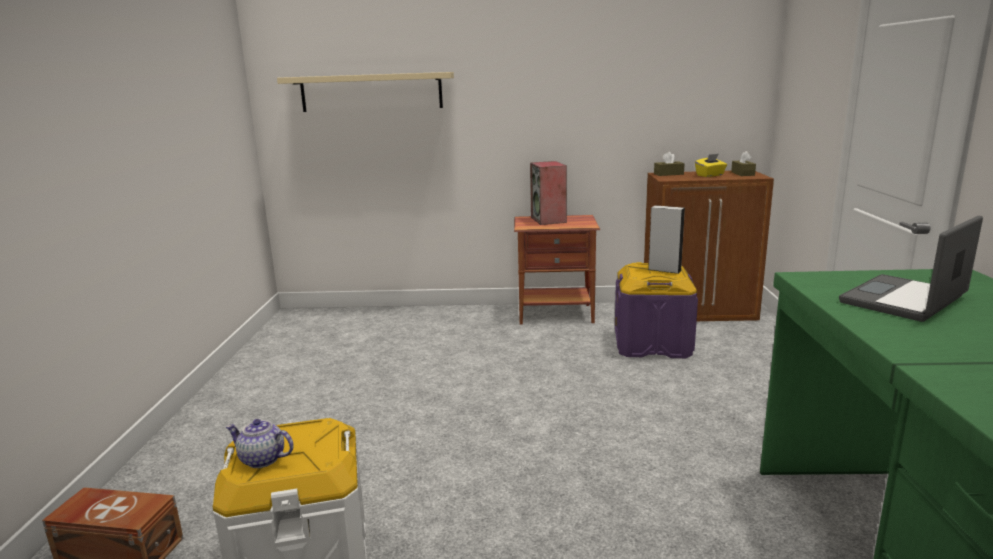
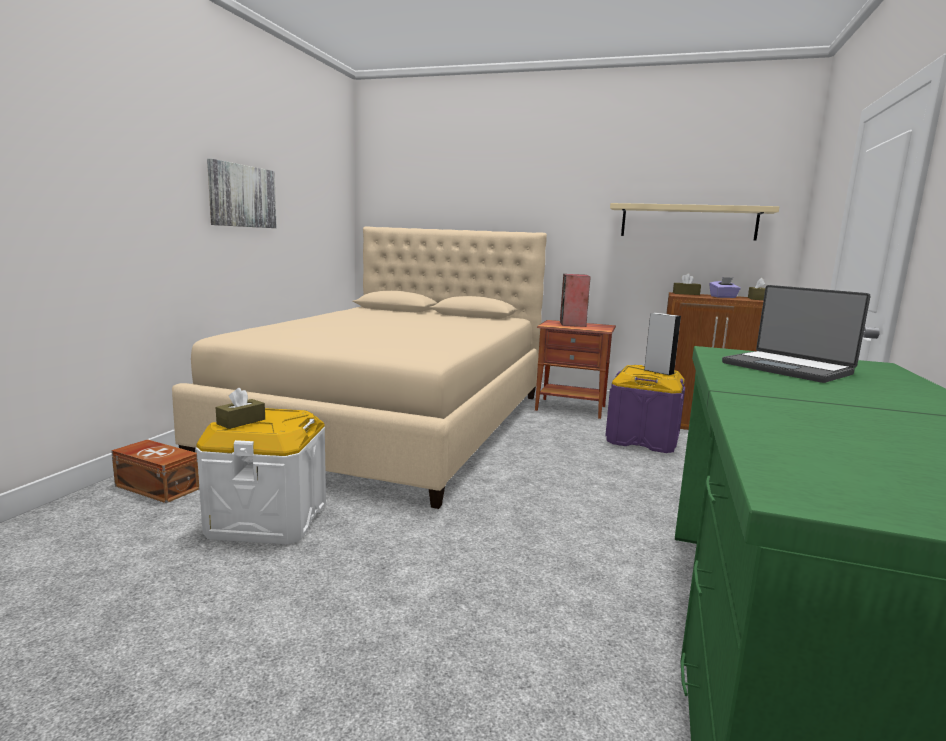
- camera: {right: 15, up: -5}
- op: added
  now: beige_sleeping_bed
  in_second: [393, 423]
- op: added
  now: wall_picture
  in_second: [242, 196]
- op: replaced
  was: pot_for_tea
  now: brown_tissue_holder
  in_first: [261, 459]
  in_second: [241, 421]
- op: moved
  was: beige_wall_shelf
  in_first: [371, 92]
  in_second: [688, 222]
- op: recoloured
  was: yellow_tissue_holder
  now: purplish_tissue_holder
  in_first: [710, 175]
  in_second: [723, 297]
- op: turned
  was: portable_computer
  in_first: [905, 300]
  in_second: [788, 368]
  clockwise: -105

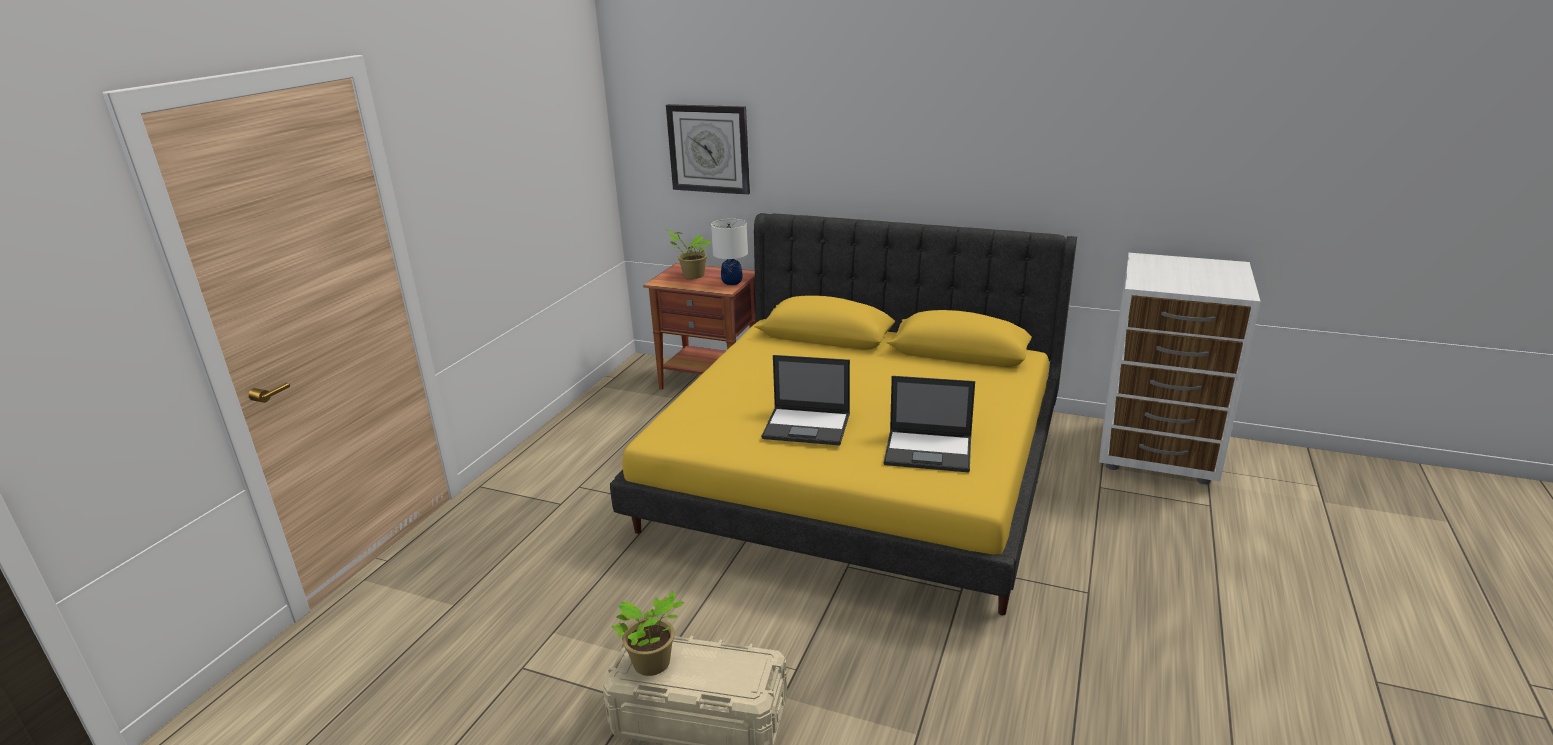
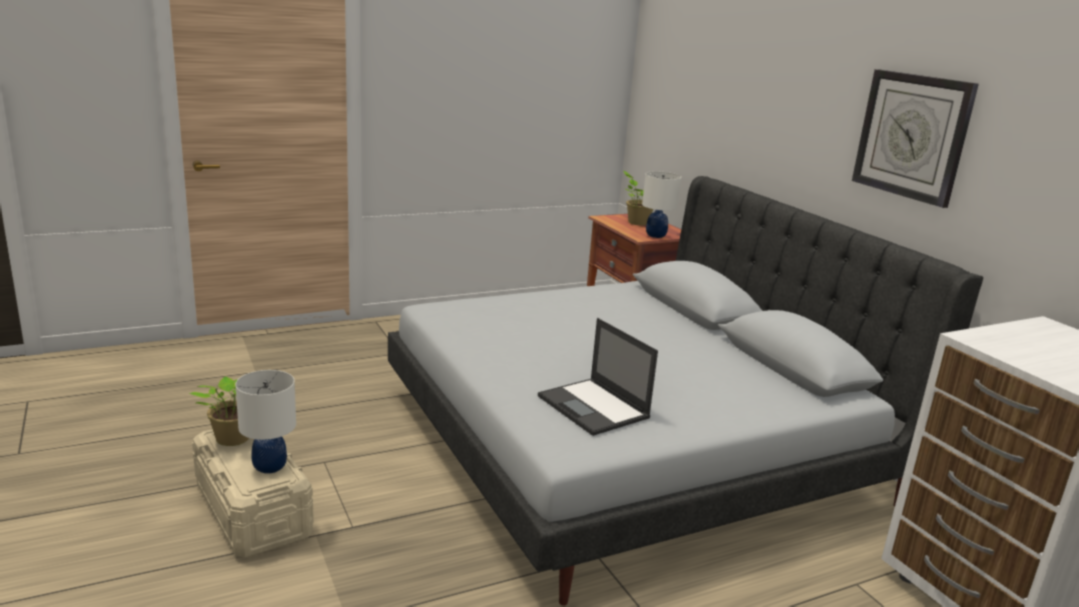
- camera: {right: 40, up: -5}
- op: added
  now: white_lamp_for_a_table
  in_second: [271, 467]
- op: recoloured
  was: yellow_sleeping_bed
  now: grey_sleeping_bed
  in_first: [859, 473]
  in_second: [632, 444]
- op: moved
  was: clock_on_the_wall
  in_first: [709, 149]
  in_second: [912, 136]
- op: removed
  was: portable_computer
  in_first: [808, 426]

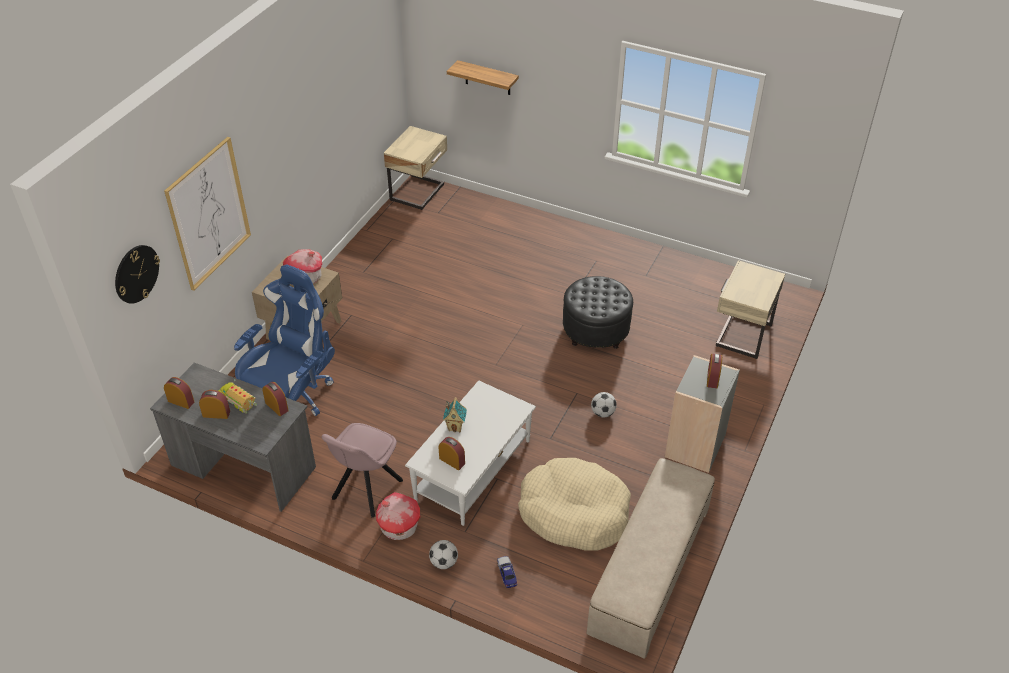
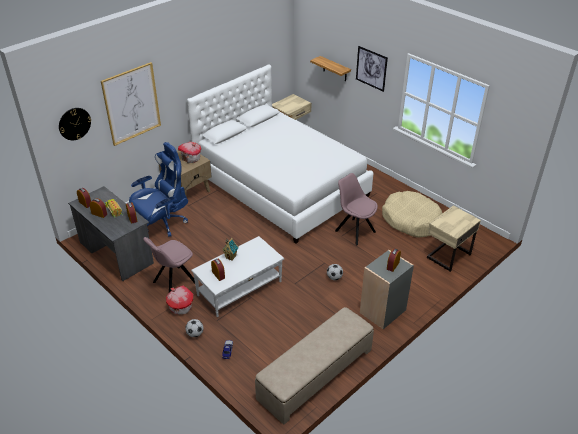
- camera: {right: 20, up: -5}
- op: added
  now: white_sleeping_bed
  in_second: [280, 185]
- op: replaced
  was: black-coloured_pouffe
  now: pink_upright_chair
  in_first: [595, 331]
  in_second: [354, 231]
- op: added
  now: wall_picture
  in_second: [371, 68]
- op: moved
  was: beige_dog_bed
  in_first: [574, 513]
  in_second: [411, 220]

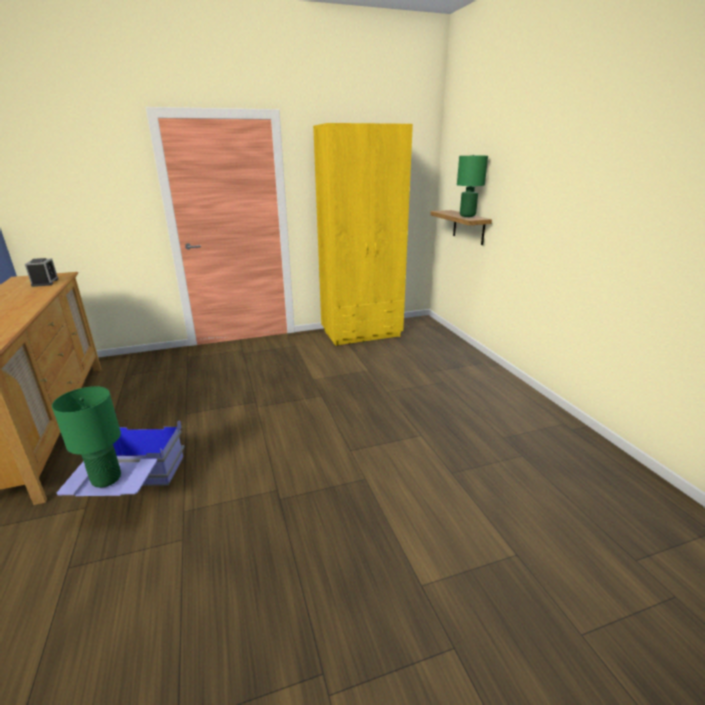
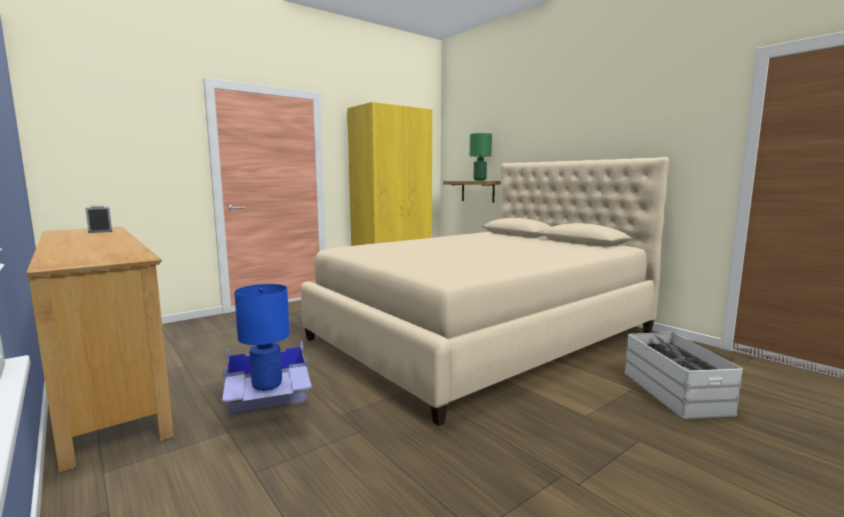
- camera: {right: -20, up: -15}
- op: recoloured
  was: green_lamp_for_a_table
  now: bluish_lamp_for_a_table
  in_first: [107, 480]
  in_second: [267, 386]
- op: added
  now: beige_sleeping_bed
  in_second: [483, 335]
- op: added
  now: grey_storage_container
  in_second: [673, 391]

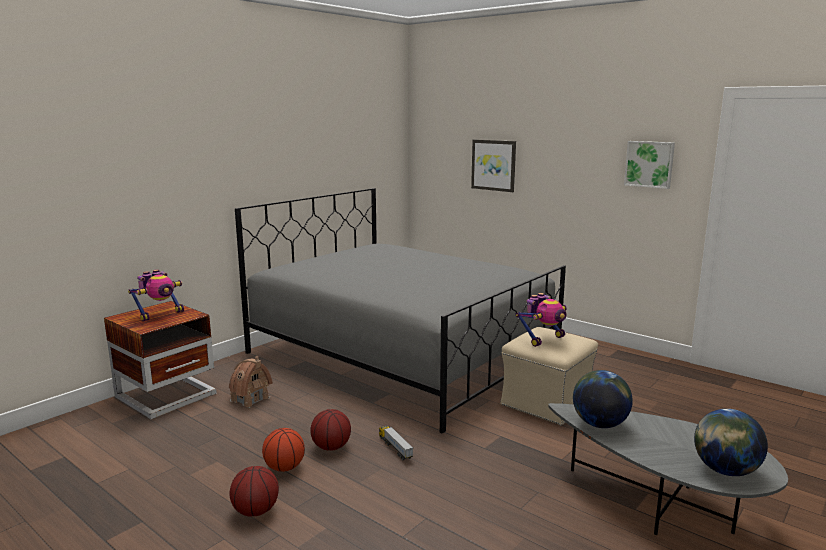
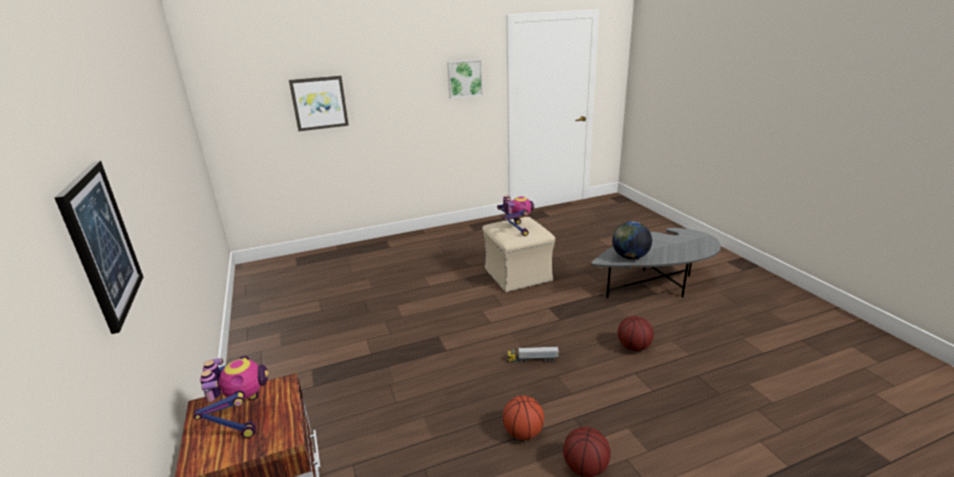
- camera: {right: -60, up: 10}
- op: added
  now: wall_picture
  in_second: [102, 244]
- op: moved
  was: basketball_ball
  in_first: [331, 447]
  in_second: [634, 347]
- op: removed
  was: toy_house
  in_first: [250, 399]
- op: removed
  was: grey_sleeping_bed
  in_first: [400, 355]
- op: removed
  was: globe
  in_first: [725, 470]

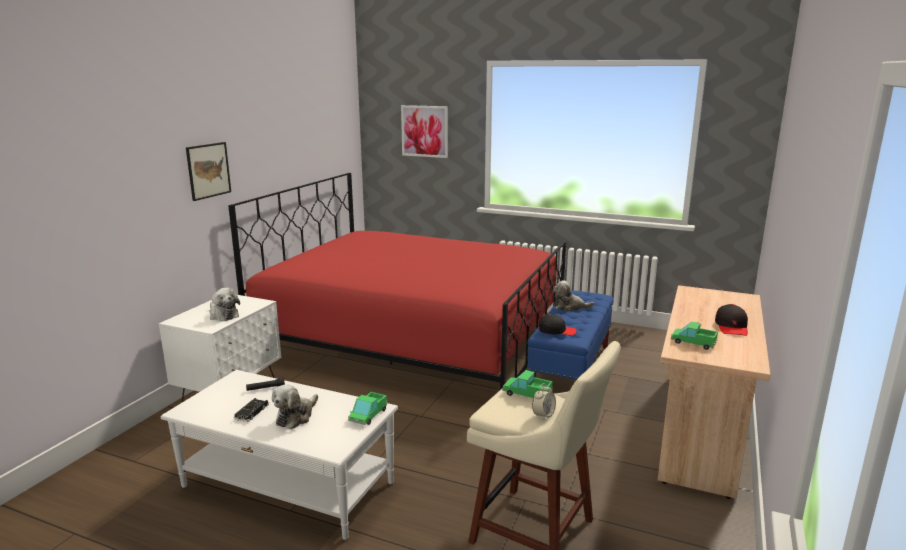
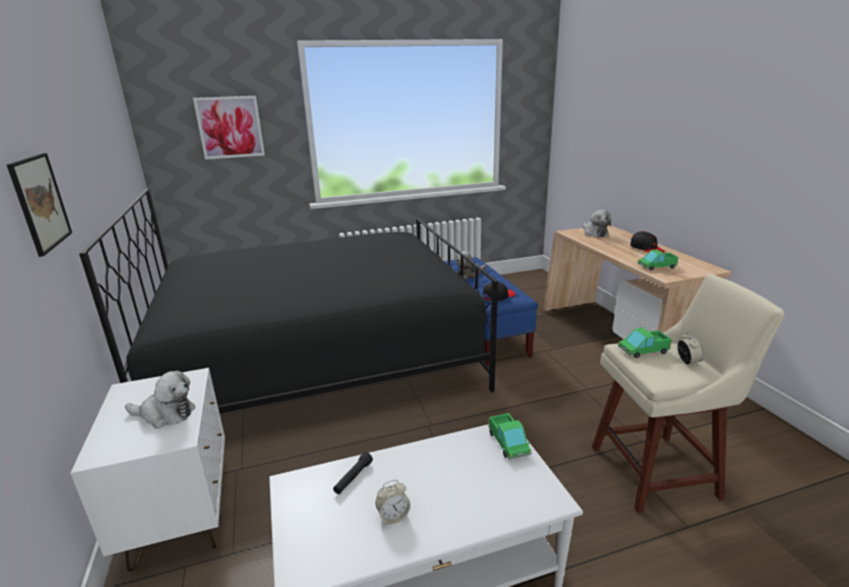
- camera: {right: -40, up: 5}
- op: recoloured
  was: red-coloured_sleeping_bed
  now: black-coloured_sleeping_bed
  in_first: [412, 344]
  in_second: [319, 361]
- op: replaced
  was: black-coloured_miniature_car
  now: bedside_clock
  in_first: [252, 413]
  in_second: [393, 516]
- op: moved
  was: soft_toy
  in_first: [296, 416]
  in_second: [594, 233]

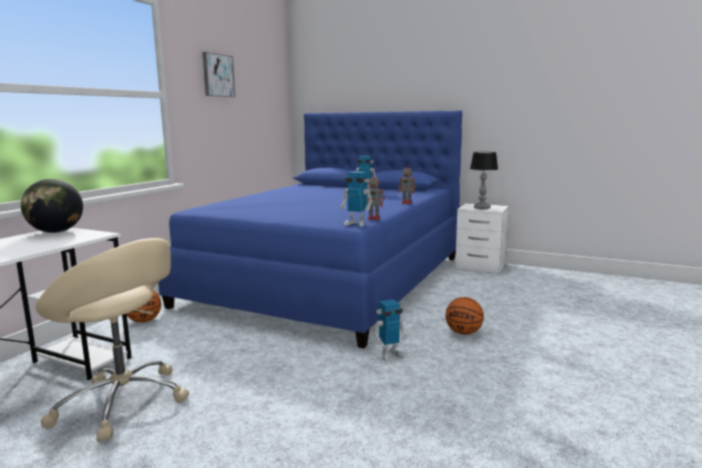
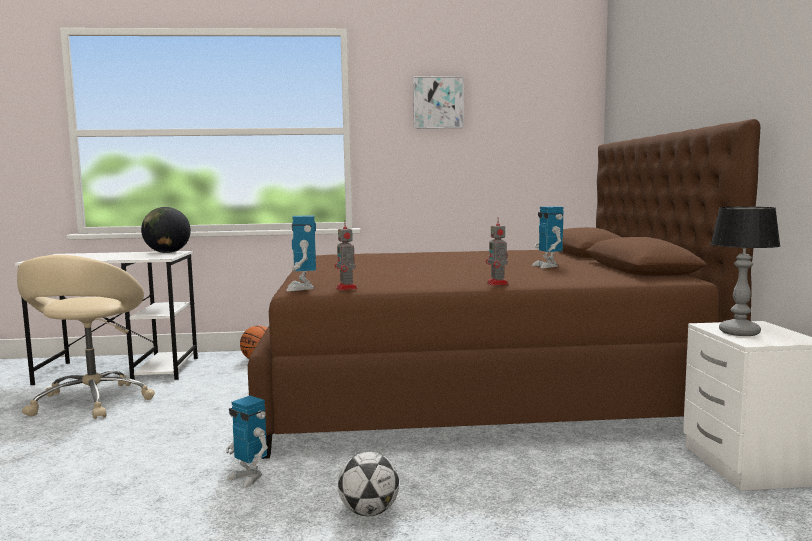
- camera: {right: 60, up: -5}
- op: recoloured
  was: bluish_sleeping_bed
  now: brown_sleeping_bed
  in_first: [330, 280]
  in_second: [473, 388]
- op: replaced
  was: basketball_ball
  now: ball_for_football
  in_first: [463, 333]
  in_second: [369, 512]

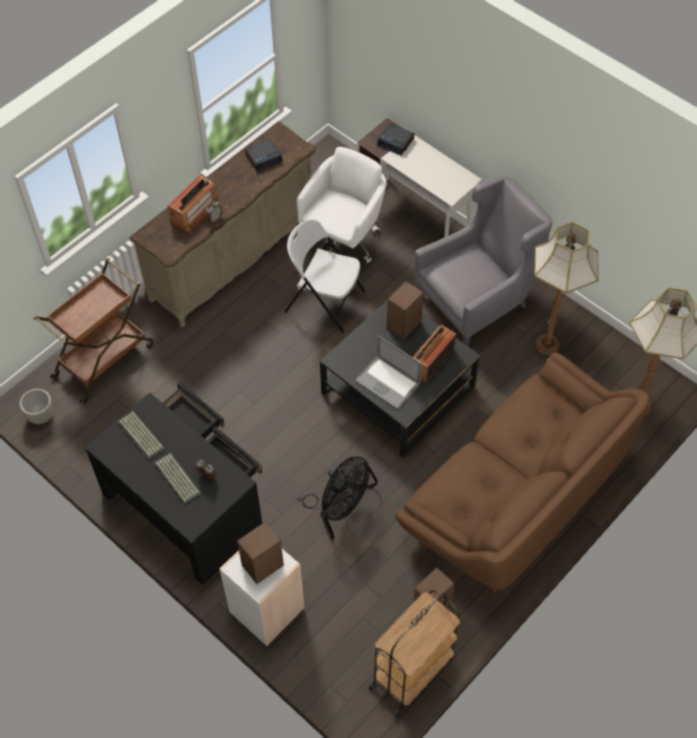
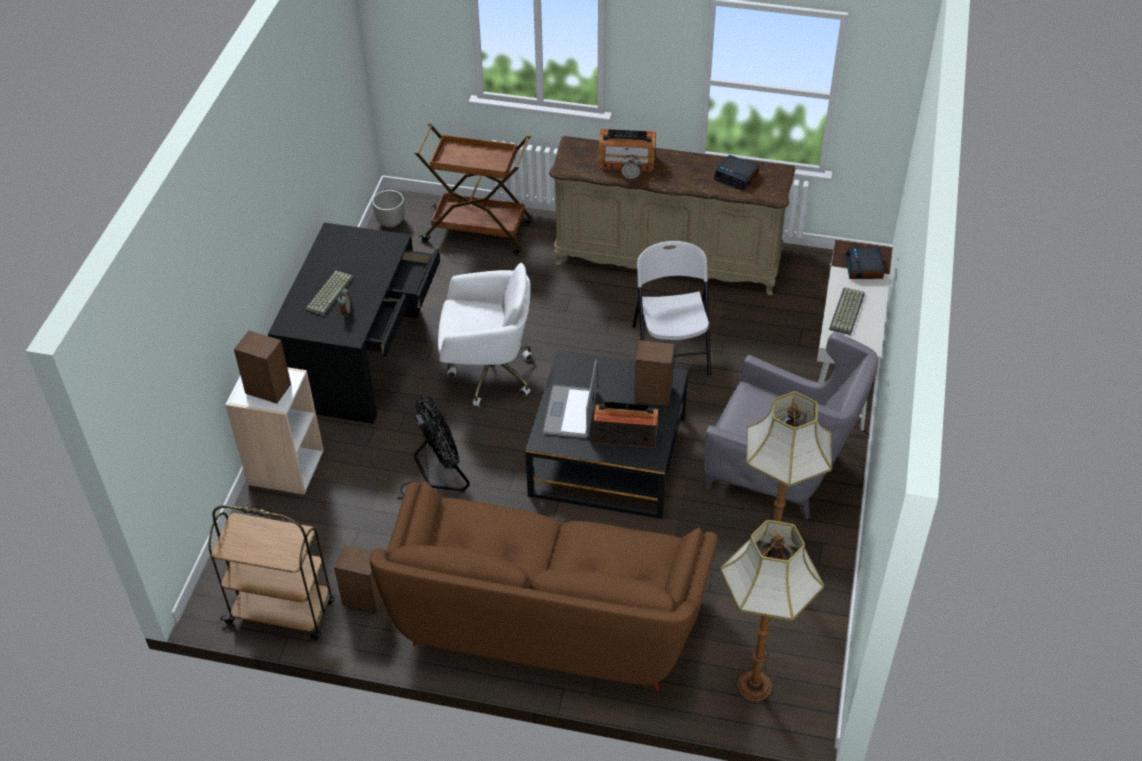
- camera: {right: 60, up: -10}
- op: turned
  was: black-coloured_electric_fan
  in_first: [338, 506]
  in_second: [434, 470]
  clockwise: -120
- op: moved
  was: white_computer_chair
  in_first: [344, 244]
  in_second: [488, 375]
- op: moved
  was: PC_keyboard
  in_first: [142, 435]
  in_second: [847, 312]

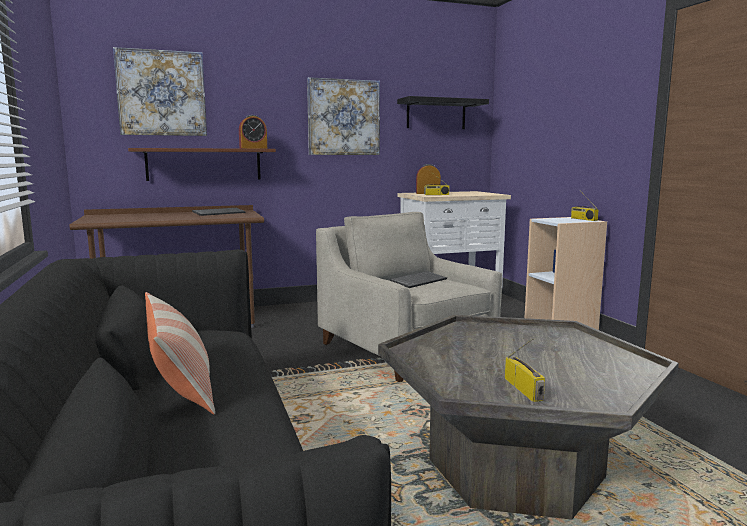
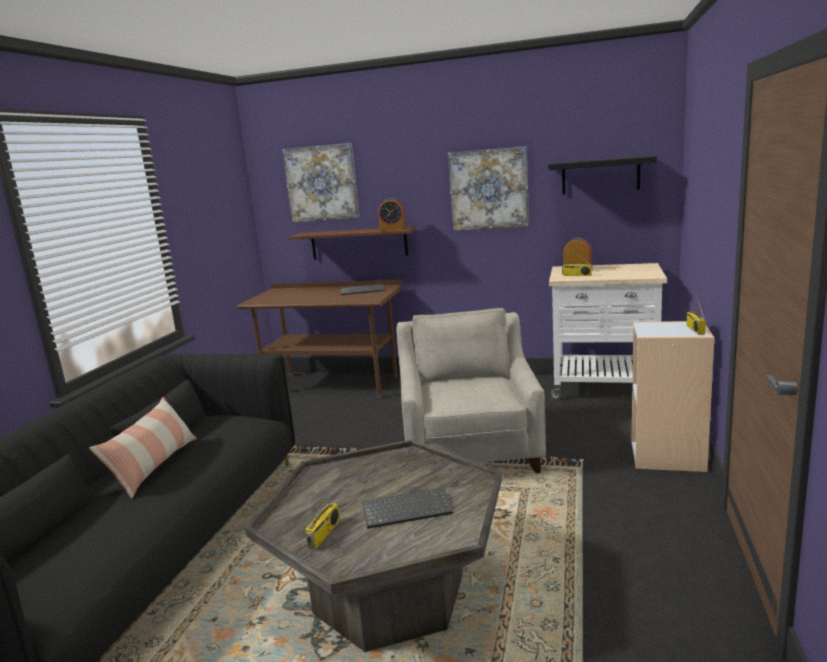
- camera: {right: 35, up: 5}
- op: moved
  was: PC_keyboard
  in_first: [418, 281]
  in_second: [407, 509]

